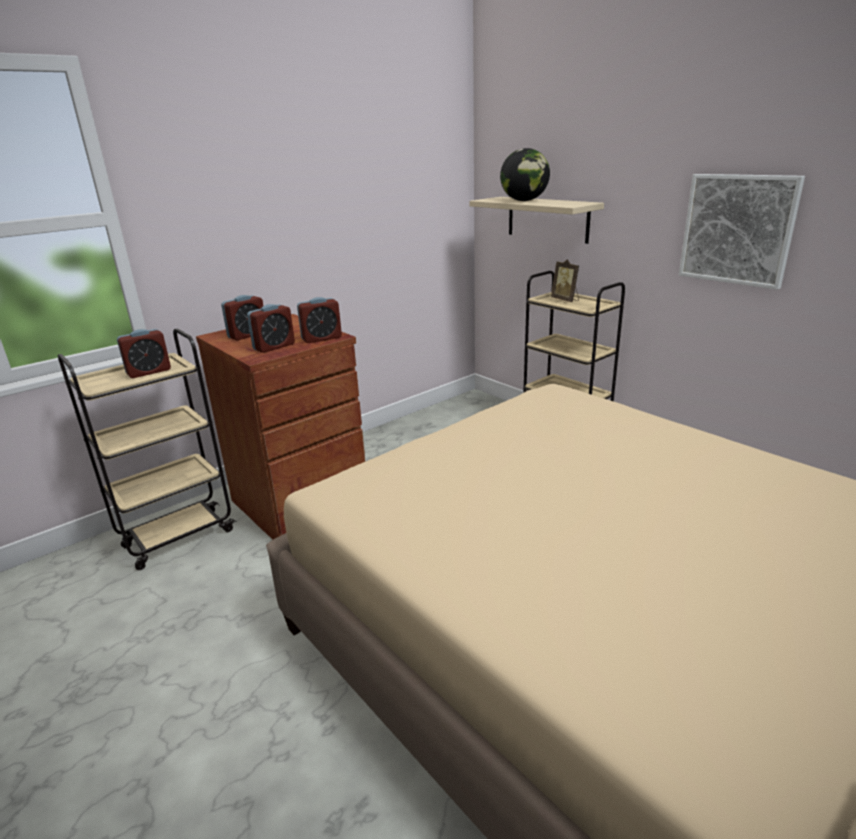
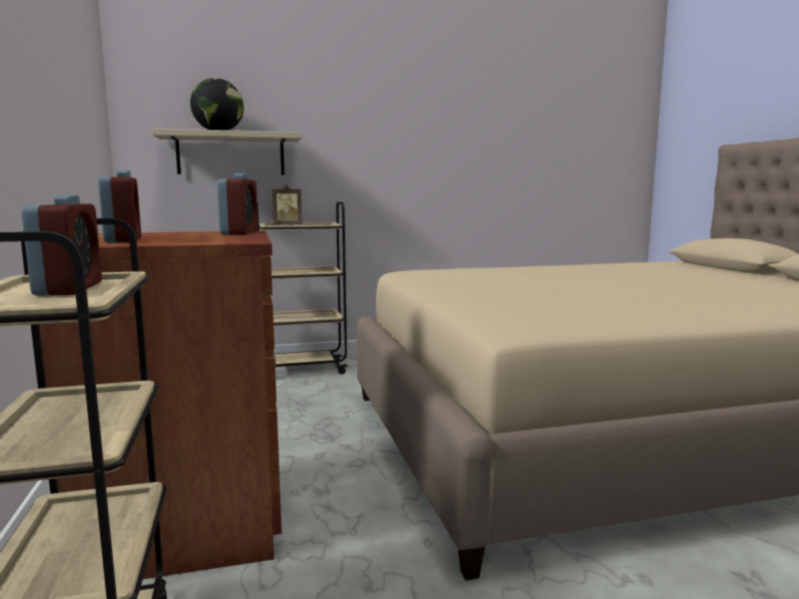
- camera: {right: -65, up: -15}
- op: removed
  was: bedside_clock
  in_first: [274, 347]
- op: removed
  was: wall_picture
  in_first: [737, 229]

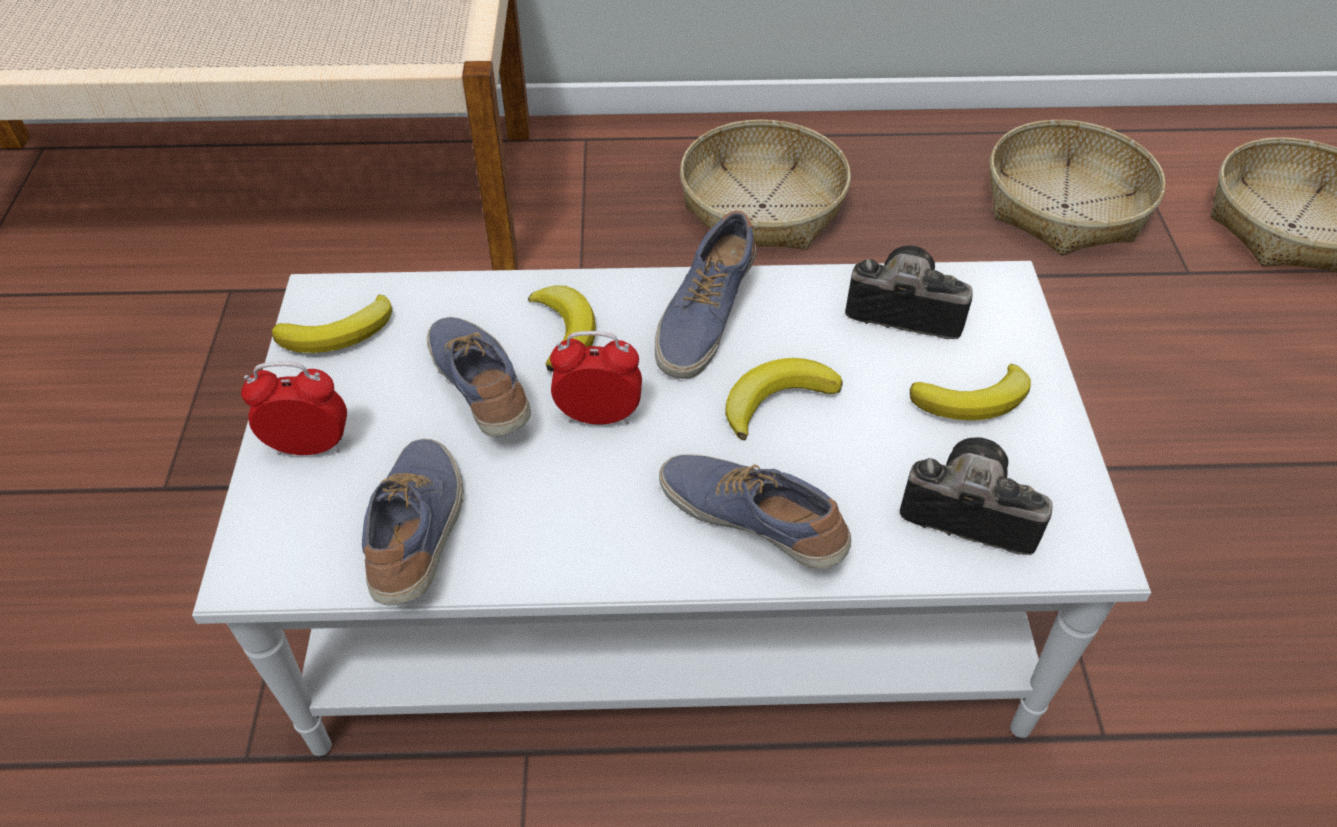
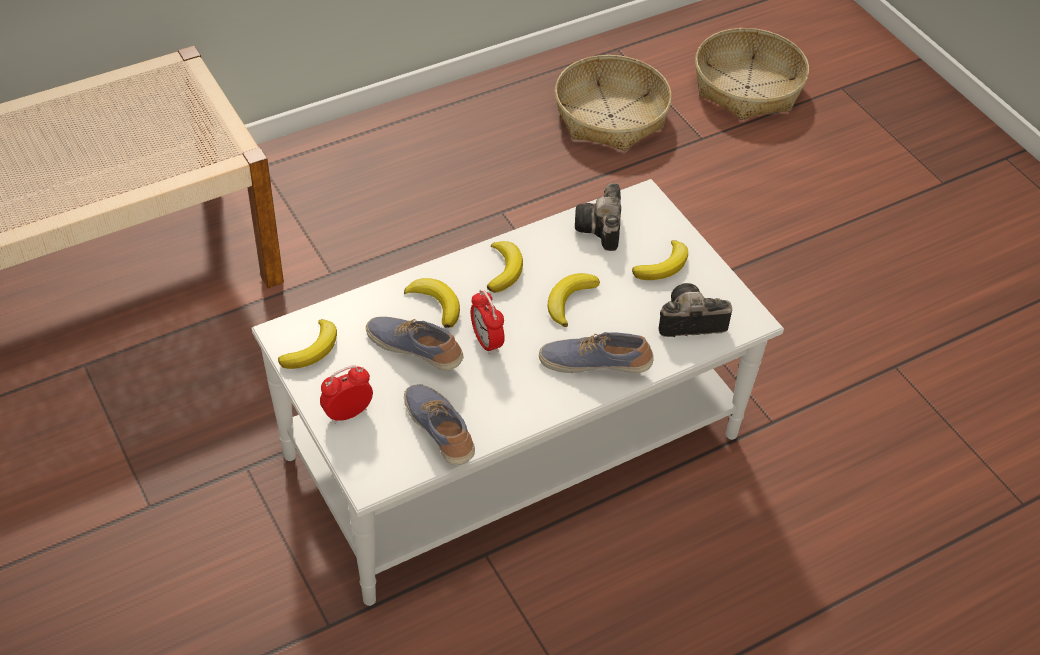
- camera: {right: -30, up: 0}
- op: turned
  was: bedside_clock
  in_first: [598, 416]
  in_second: [486, 342]
  clockwise: -90
- op: replaced
  was: shoe
  now: banana_fruit
  in_first: [704, 317]
  in_second: [504, 269]
- op: turned
  was: photo_camera
  in_first: [899, 309]
  in_second: [601, 230]
  clockwise: -75
- op: removed
  was: storage_basket
  in_first: [761, 206]

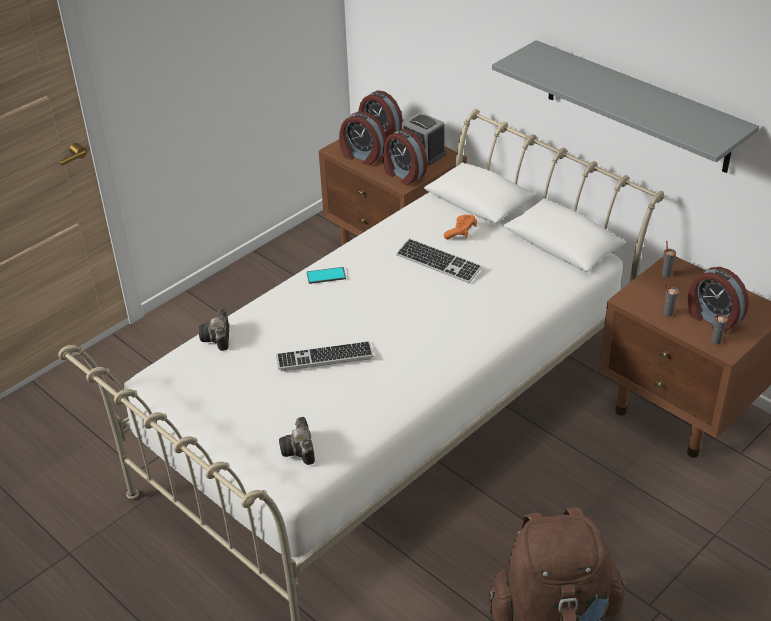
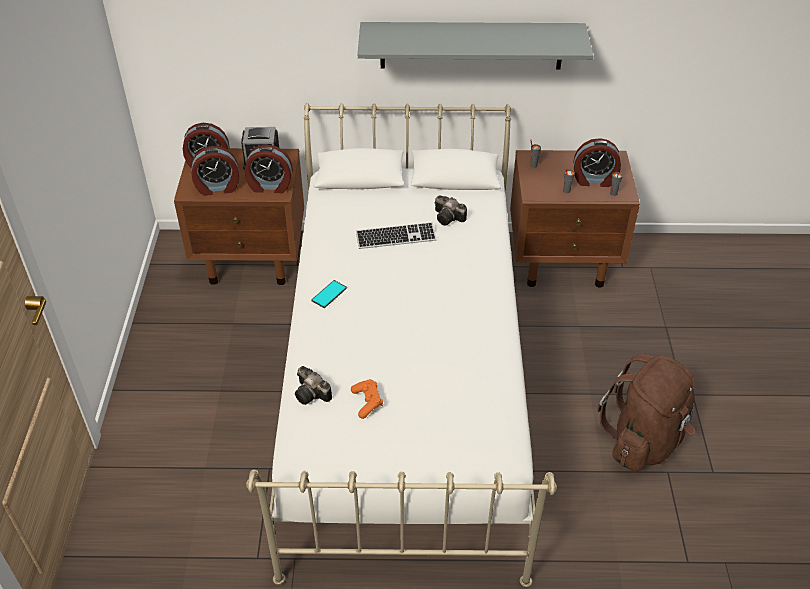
- camera: {right: -45, up: 5}
- op: moved
  was: orange_joypad
  in_first: [461, 232]
  in_second: [367, 402]
- op: moved
  was: photo_camera
  in_first: [300, 451]
  in_second: [449, 218]
- op: removed
  was: PC_keyboard
  in_first: [324, 358]

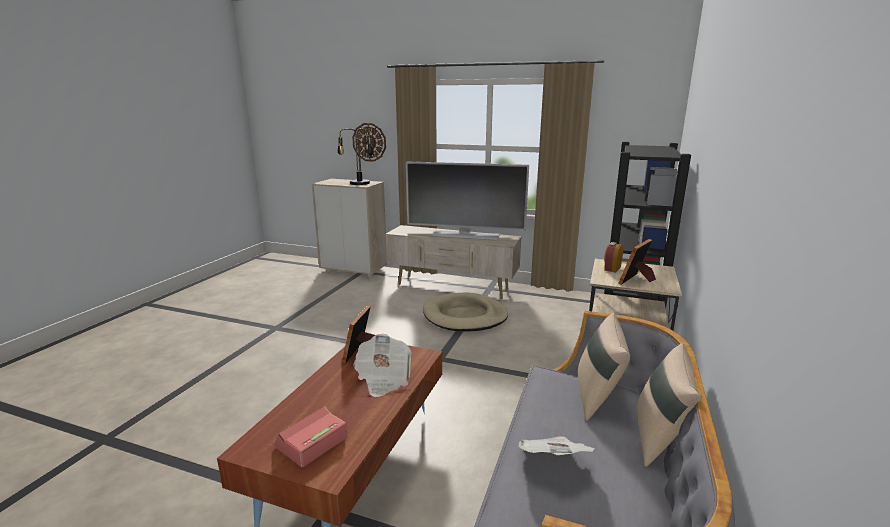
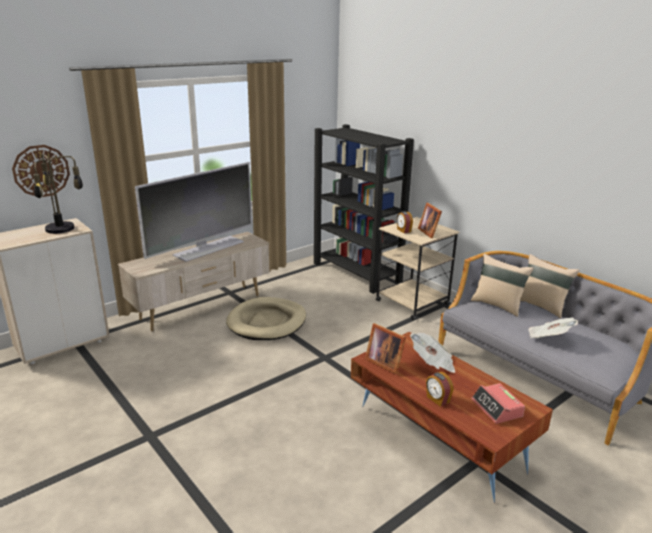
- camera: {right: -60, up: 5}
- op: added
  now: bedside_clock
  in_second: [437, 399]

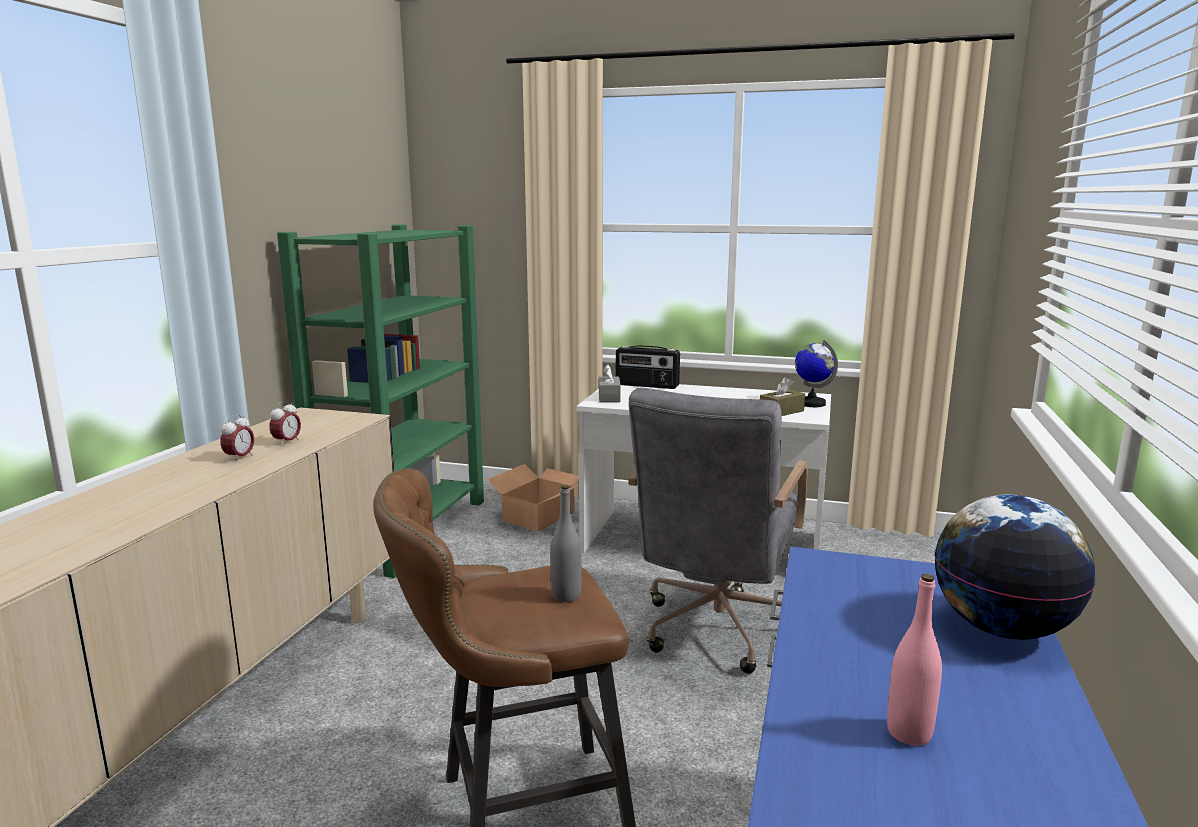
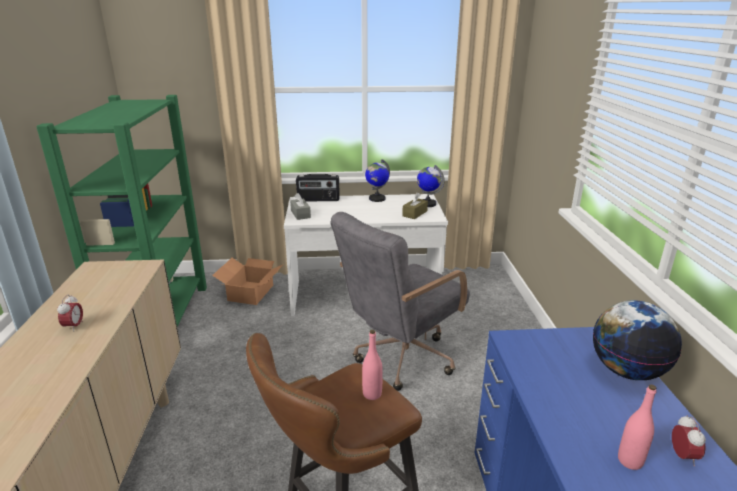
- camera: {right: -20, up: 10}
- op: turned
  was: grey_computer_chair
  in_first: [715, 635]
  in_second: [401, 361]
  clockwise: 45
- op: recoloured
  was: grey_beverage_bottle
  now: pink_beverage_bottle
  in_first: [566, 596]
  in_second: [372, 394]
- op: added
  now: globe
  in_second: [377, 199]
- op: moved
  was: bedside_clock
  in_first: [287, 442]
  in_second: [682, 456]

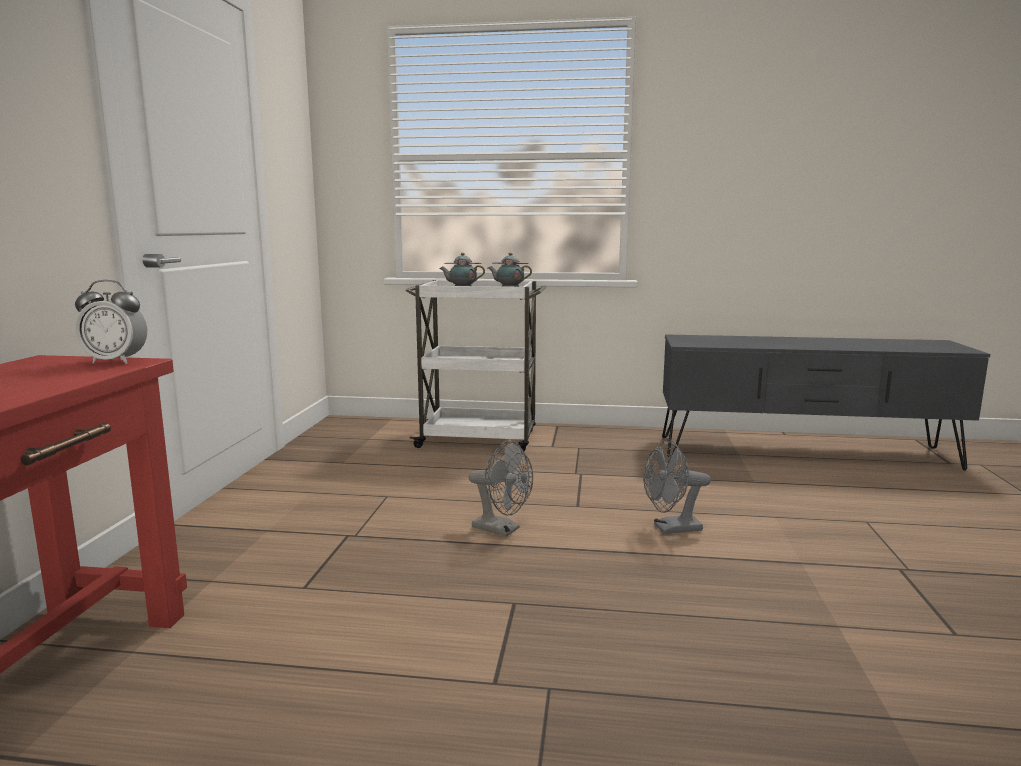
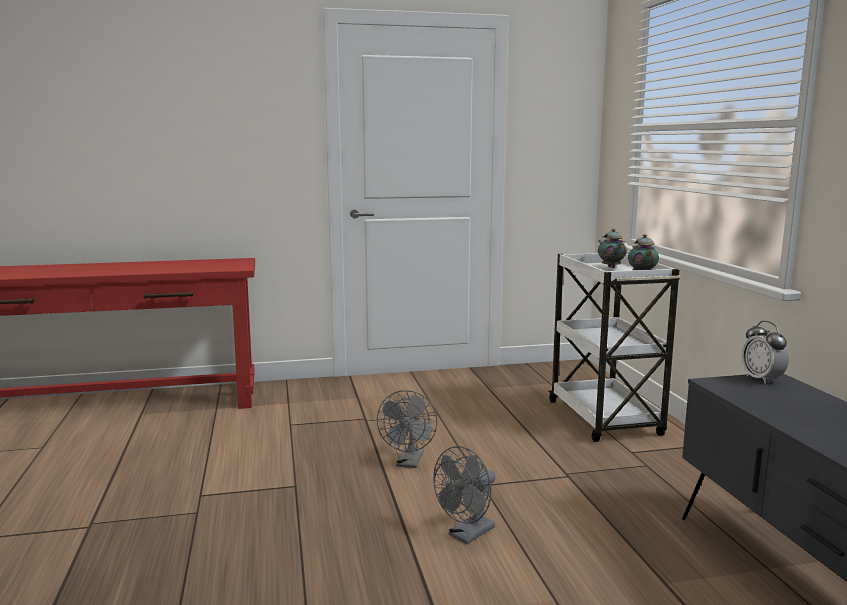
- camera: {right: 70, up: 0}
- op: turned
  was: grey_electric_fan
  in_first: [671, 529]
  in_second: [467, 535]
  clockwise: -105
- op: moved
  was: bedside_clock
  in_first: [116, 361]
  in_second: [762, 379]

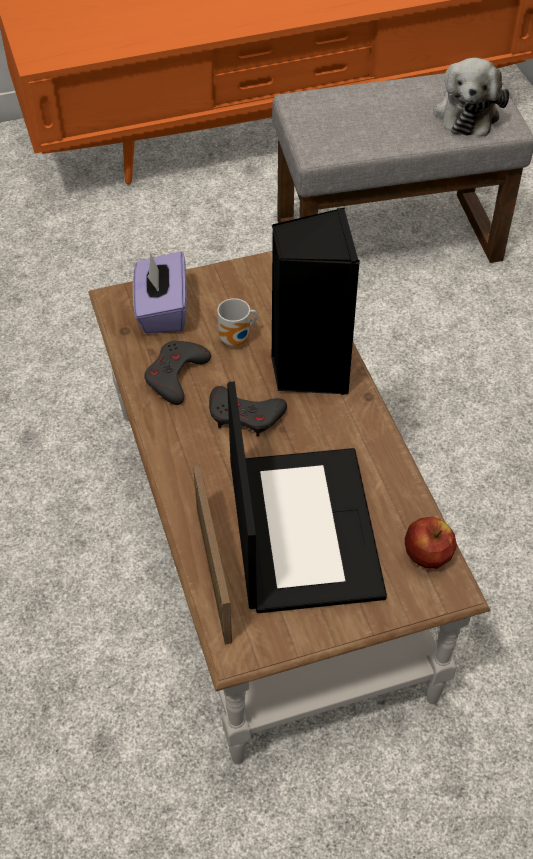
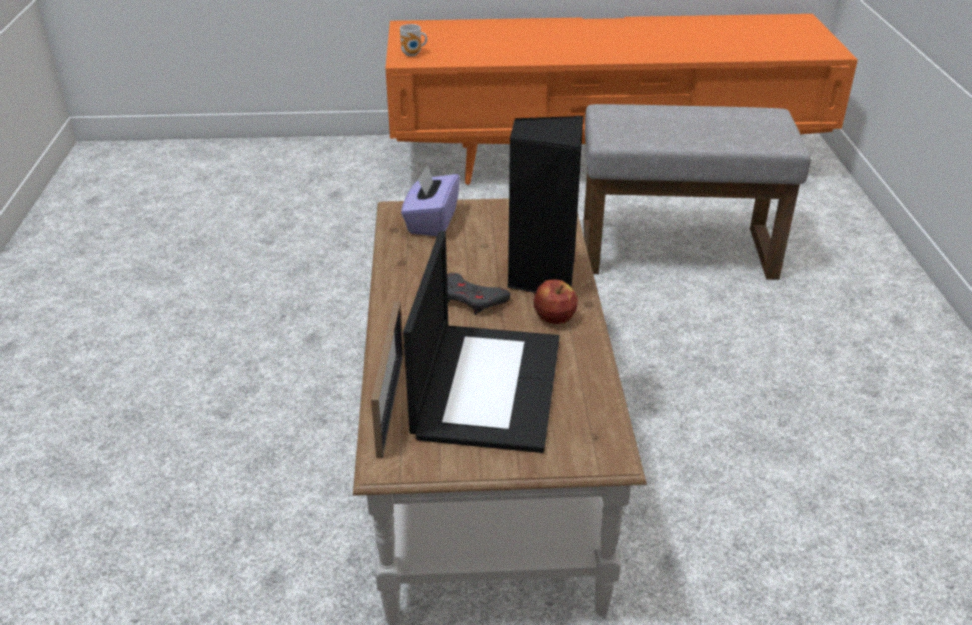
- camera: {right: 15, up: -15}
- op: moved
  was: mug
  in_first: [237, 340]
  in_second: [413, 54]
- op: moved
  was: apple_fruit
  in_first: [427, 555]
  in_second: [554, 318]
- op: removed
  was: grey_joypad
  in_first: [176, 375]
- op: removed
  was: soft_toy
  in_first: [467, 112]

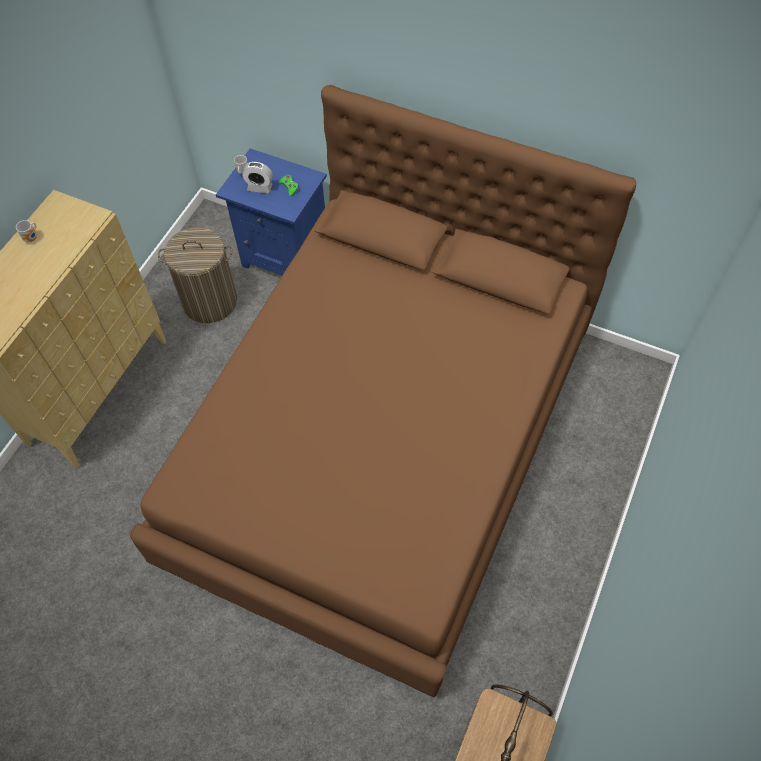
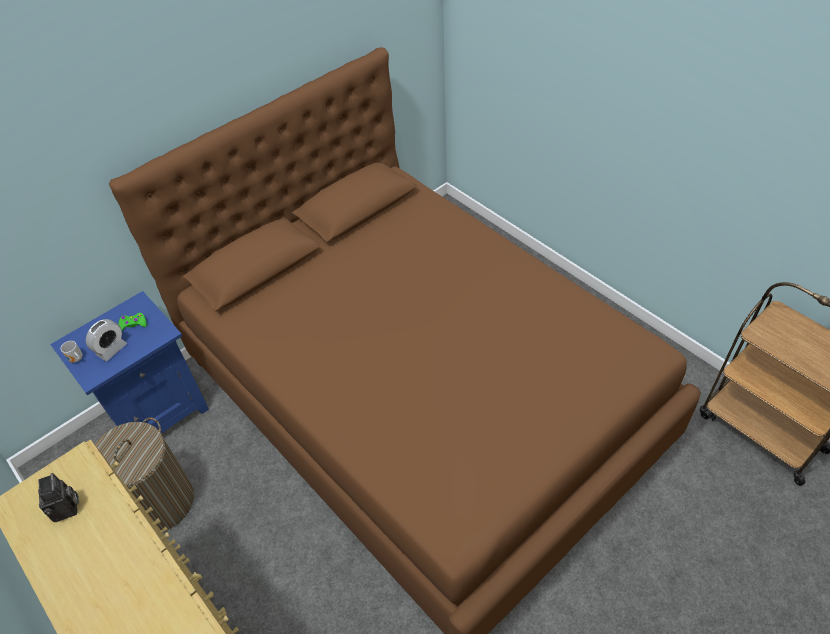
- camera: {right: -65, up: -10}
- op: added
  now: photo_camera
  in_second: [67, 509]
- op: removed
  was: mug
  in_first: [32, 238]

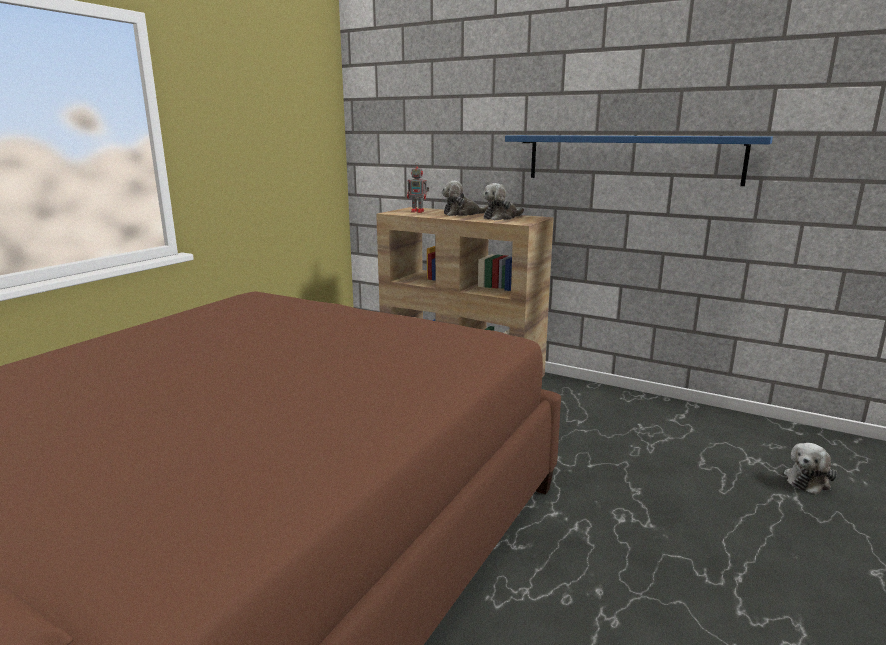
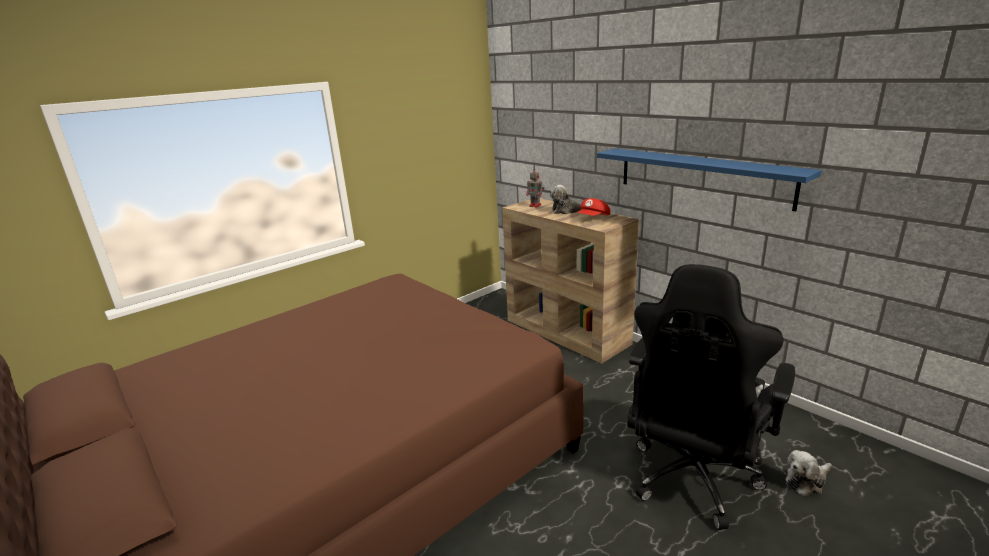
- camera: {right: 20, up: 5}
- op: replaced
  was: soft_toy
  now: red-coloured_cap
  in_first: [501, 217]
  in_second: [593, 218]
- op: added
  now: black-coloured_computer_chair
  in_second: [694, 472]

